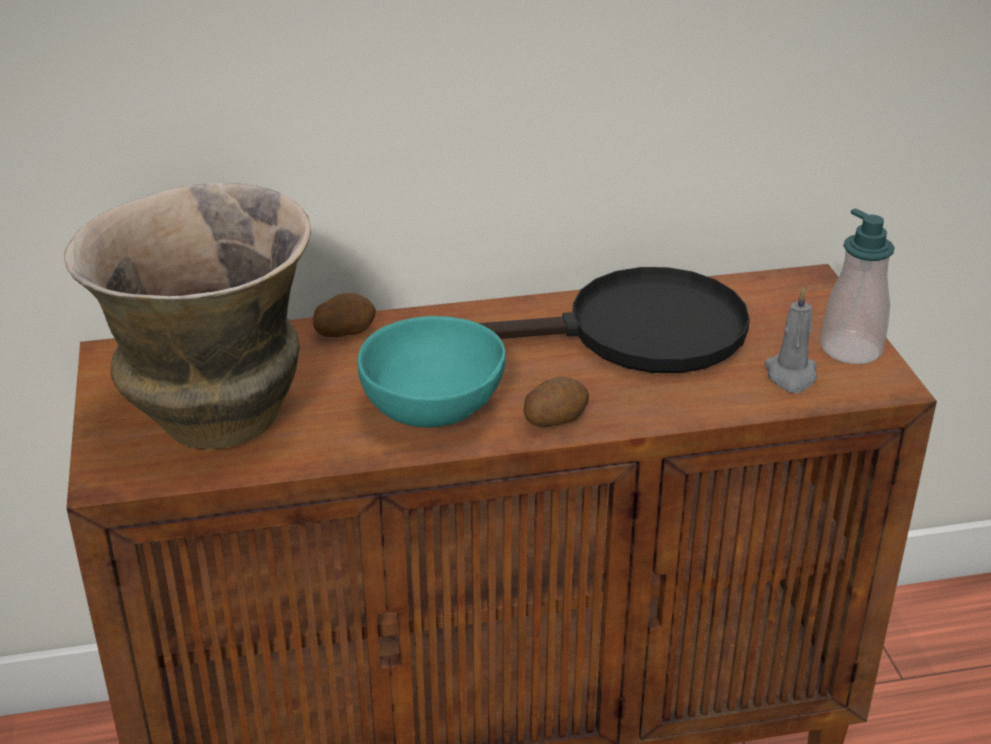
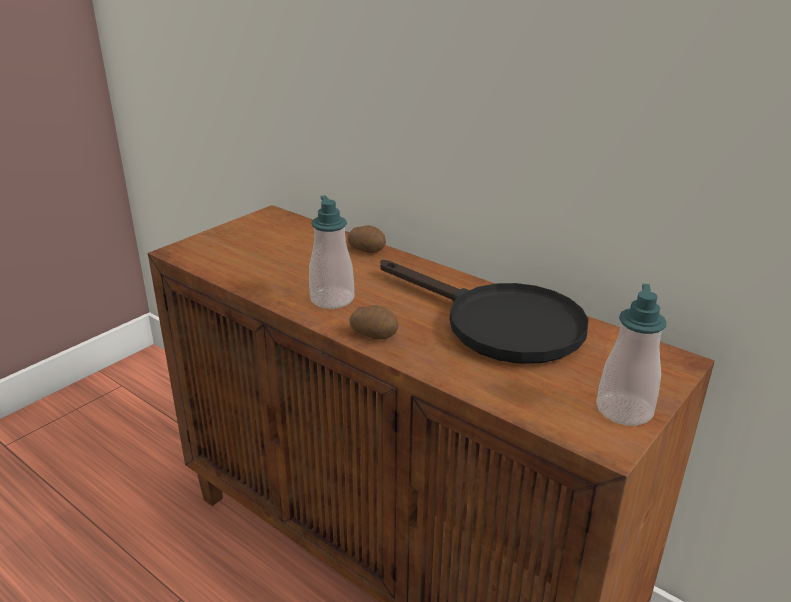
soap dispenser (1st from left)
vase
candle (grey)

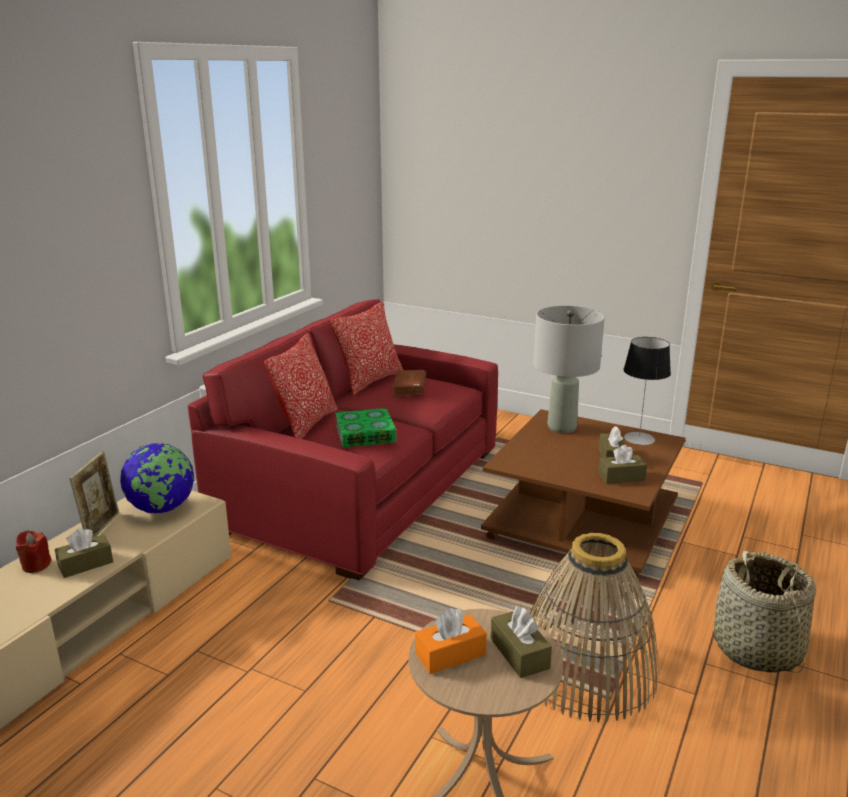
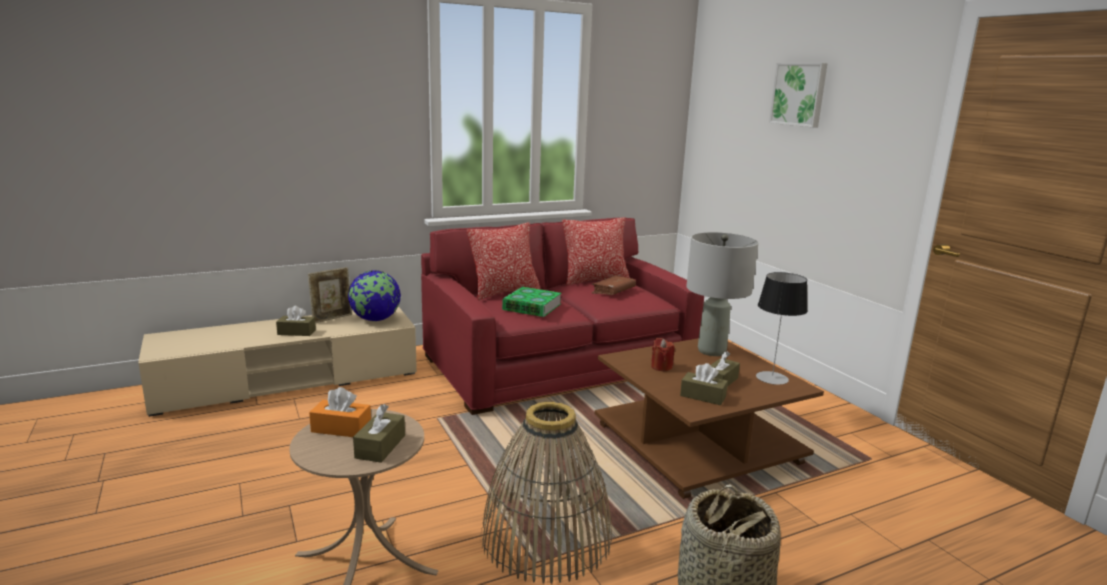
candle (red)
picture

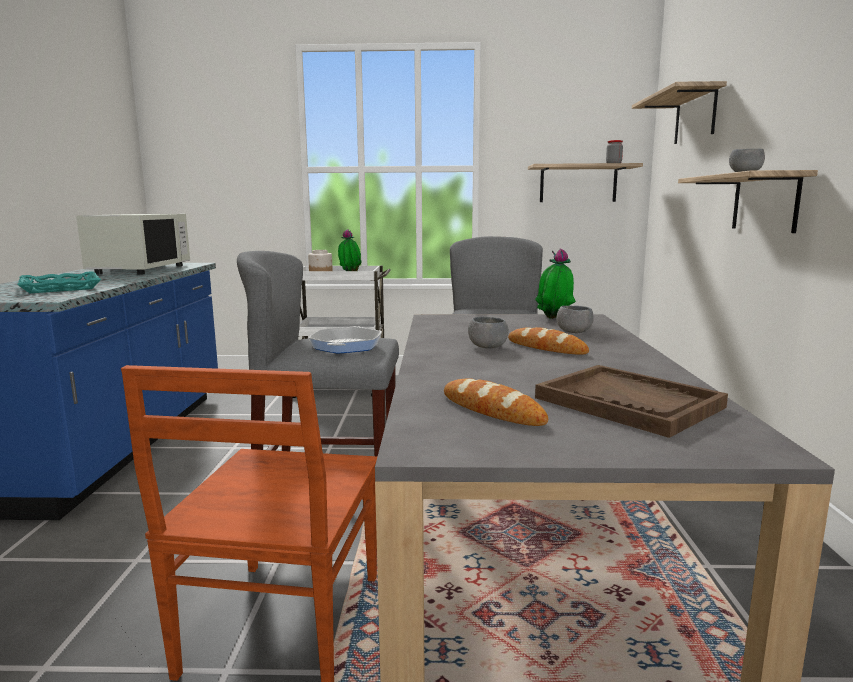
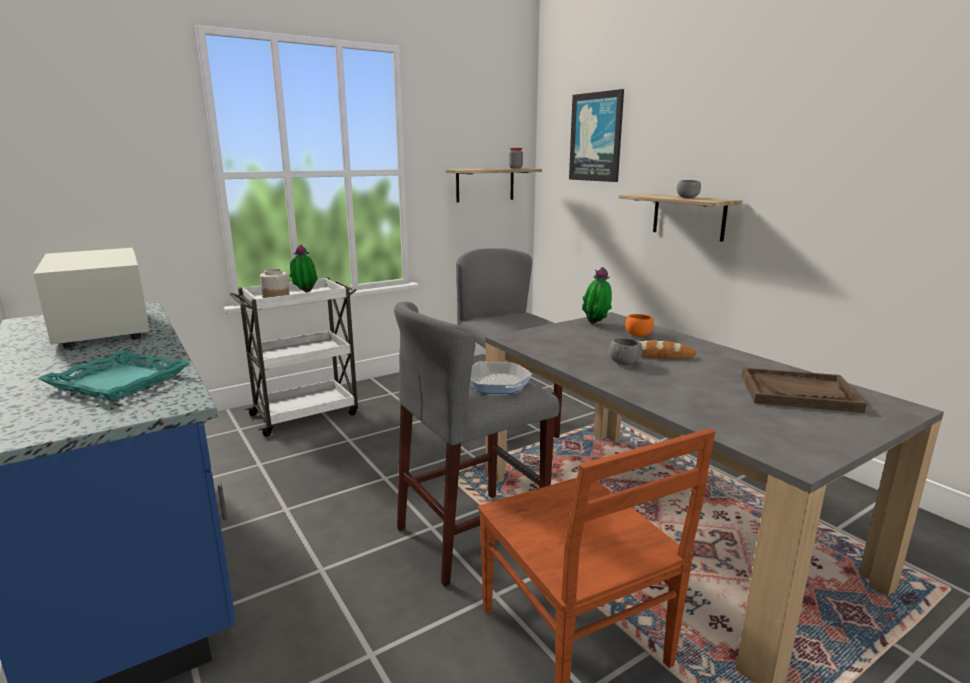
picture
bowl (orange)
bread (1st from left in the first image)

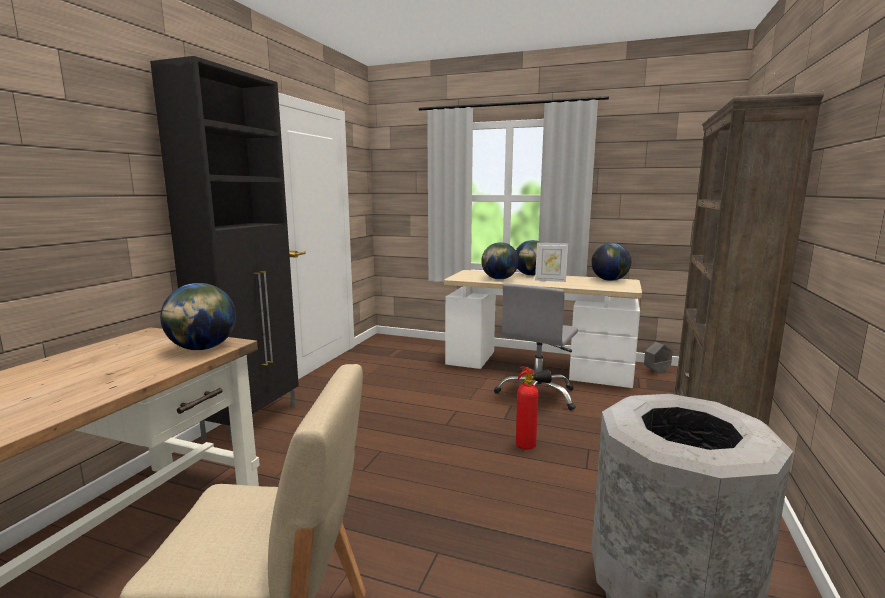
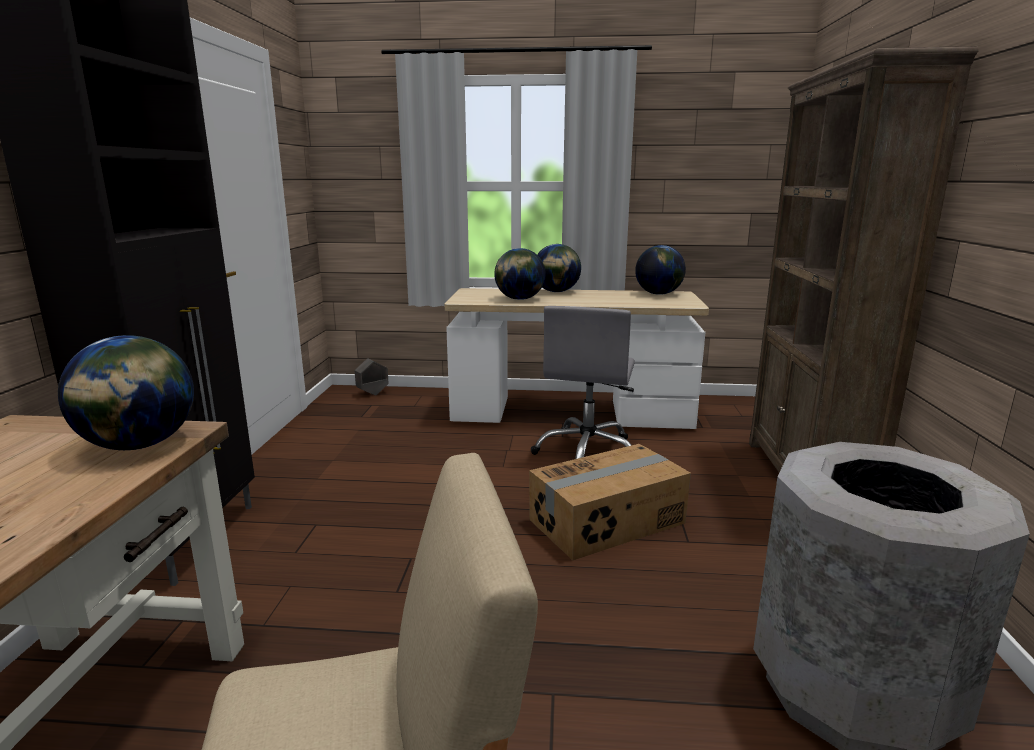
planter (grey)
cardboard box
picture frame

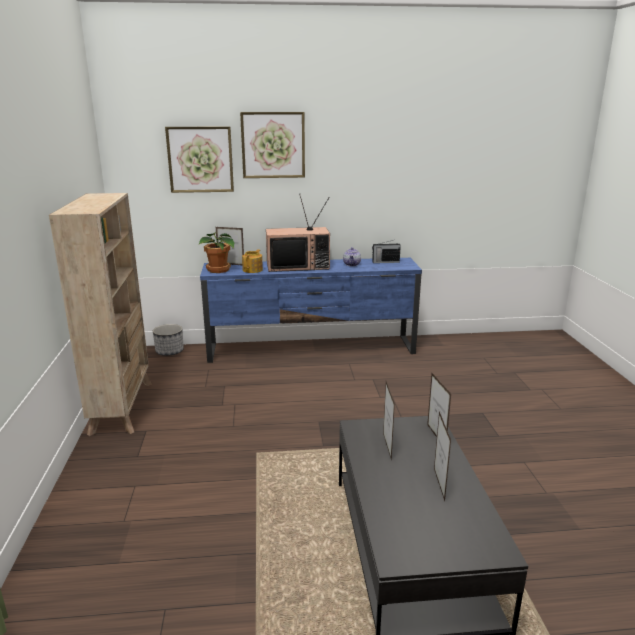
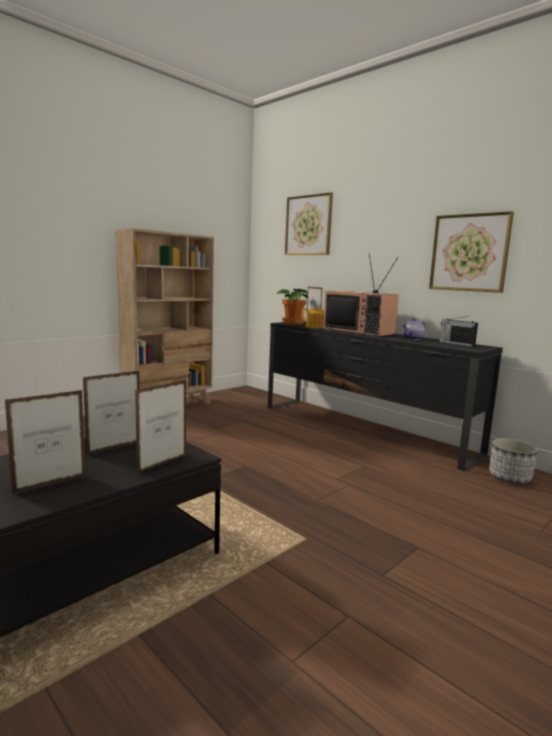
tv stand (black)
picture (2nd from left)
planter

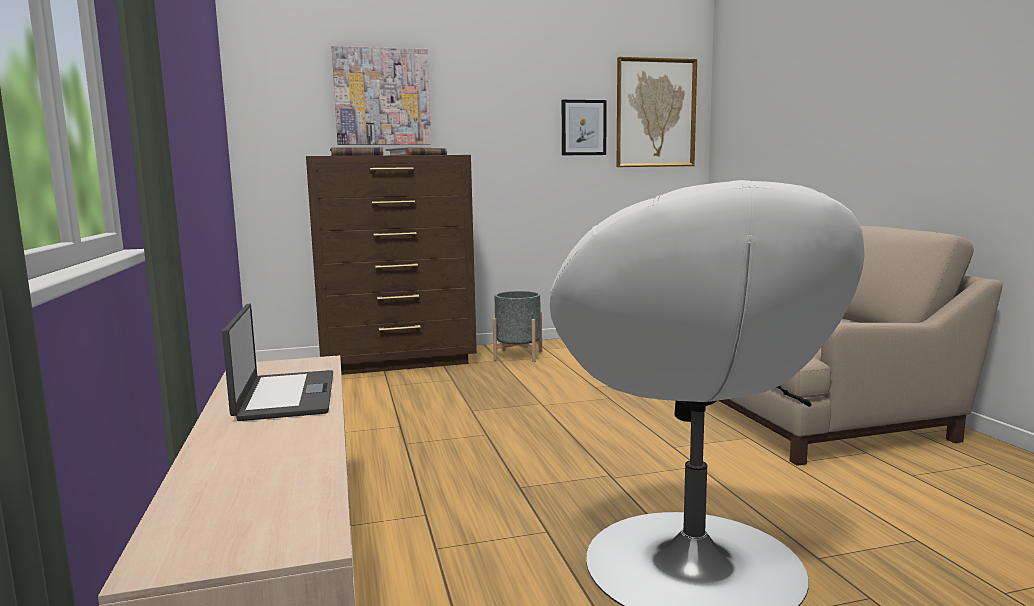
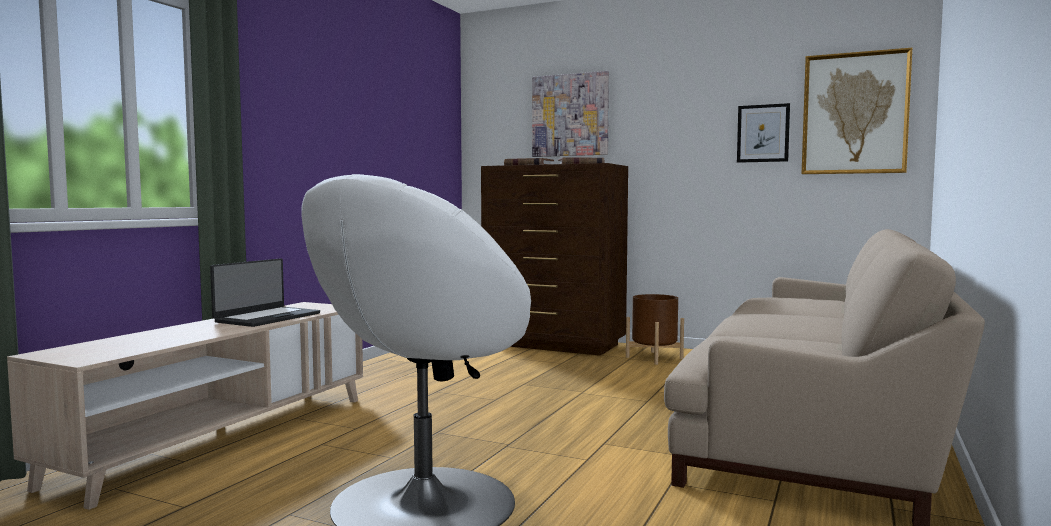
planter (brown)

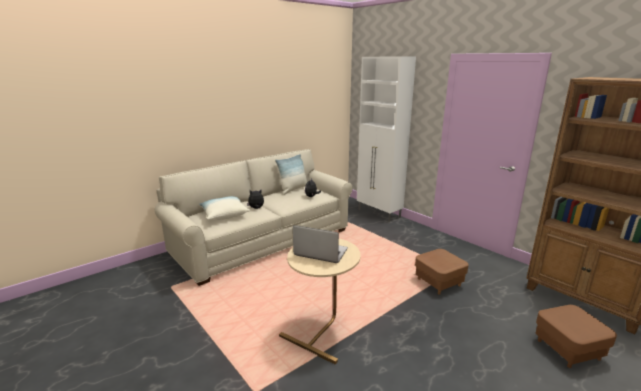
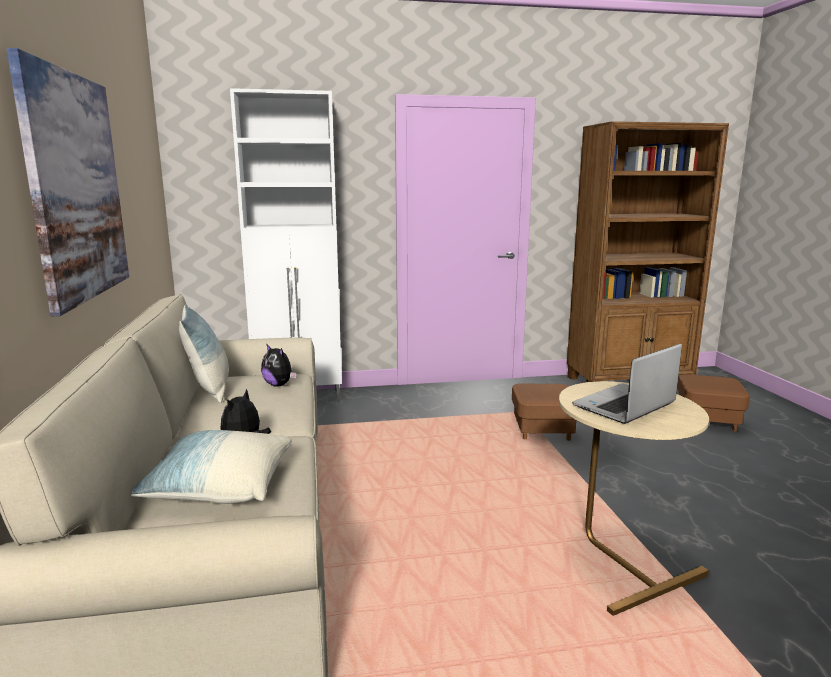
picture

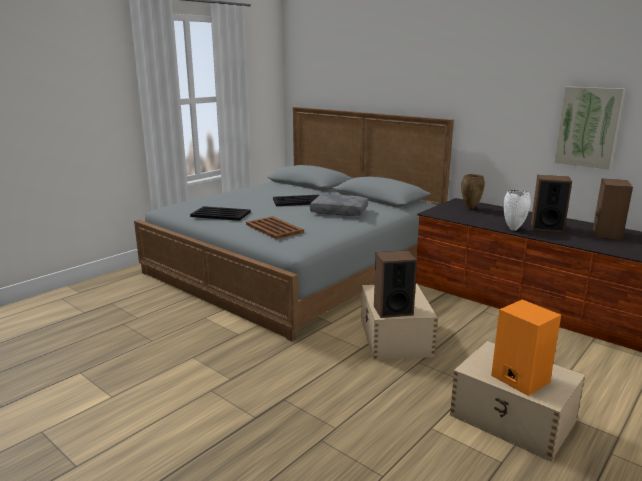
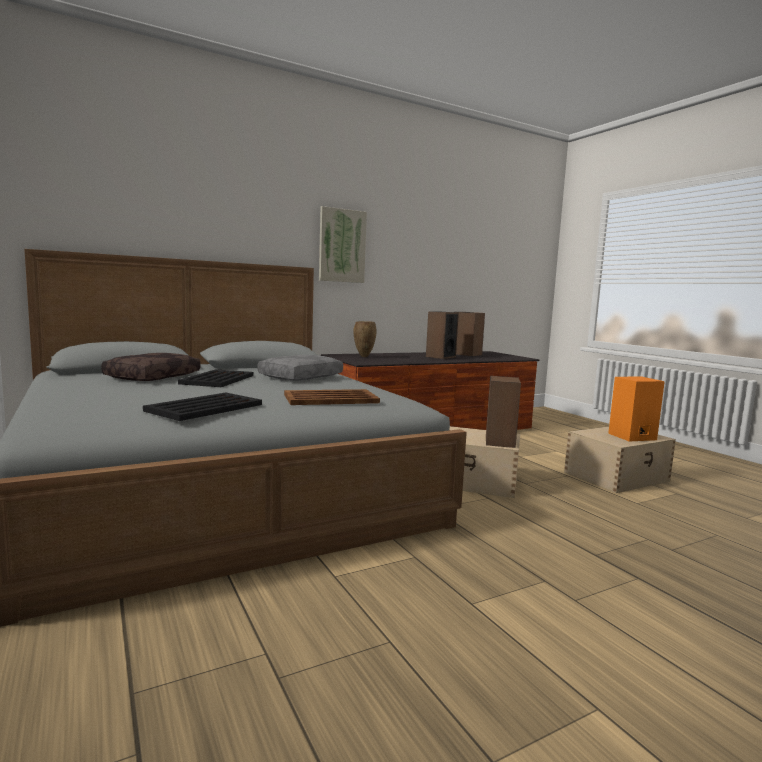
pillow (brown)
picture
vase (white)

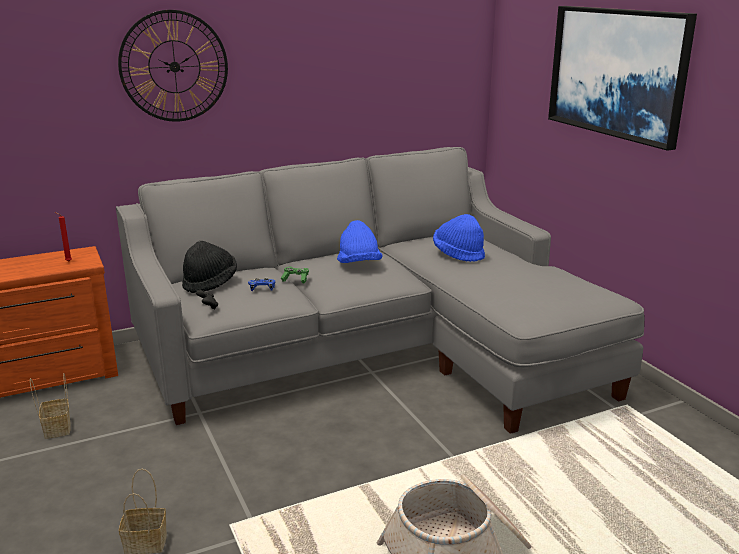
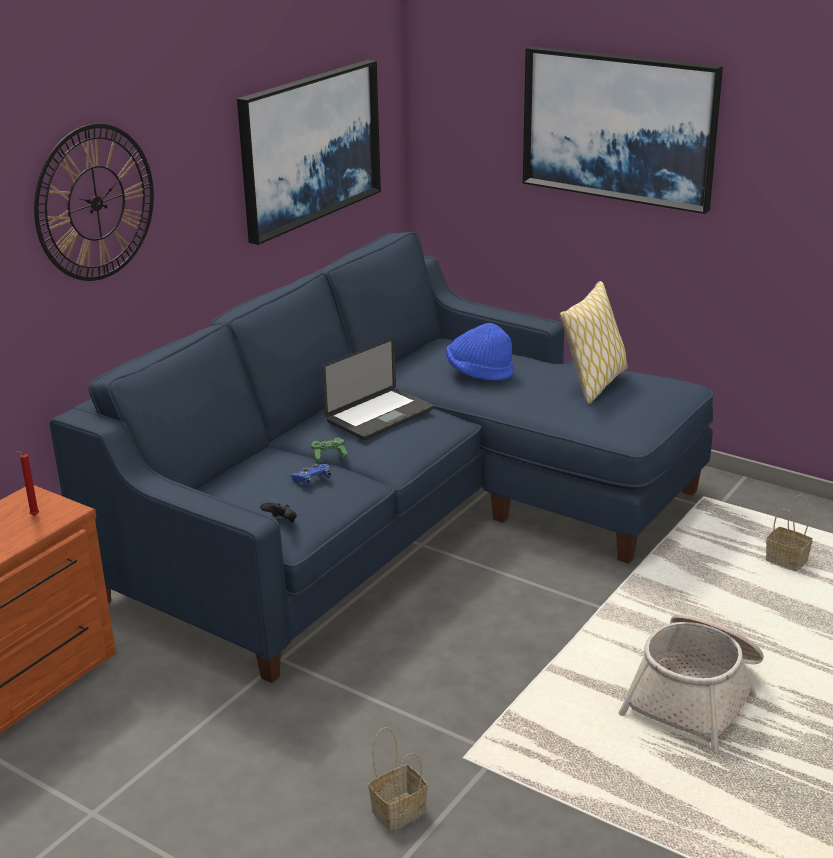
sofa (blue)
picture (1st from left)
laptop
pillow
basket (3rd from left)
hat (black)

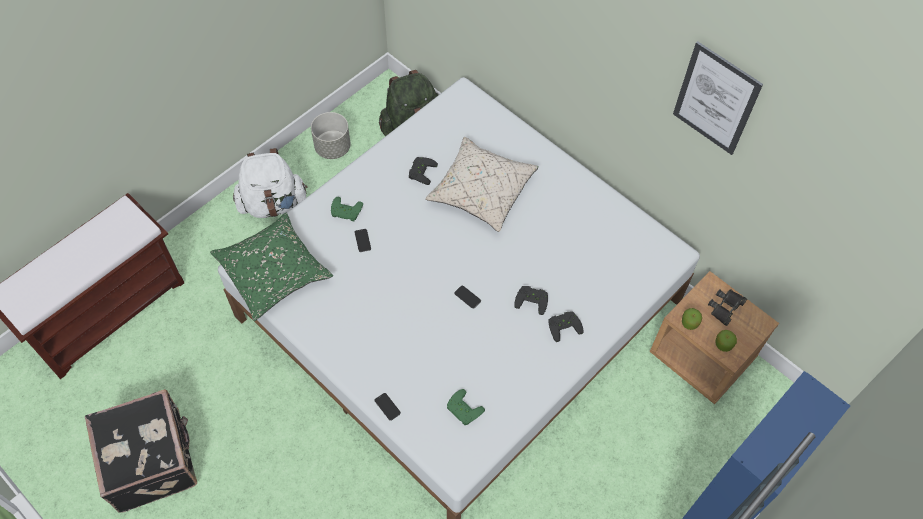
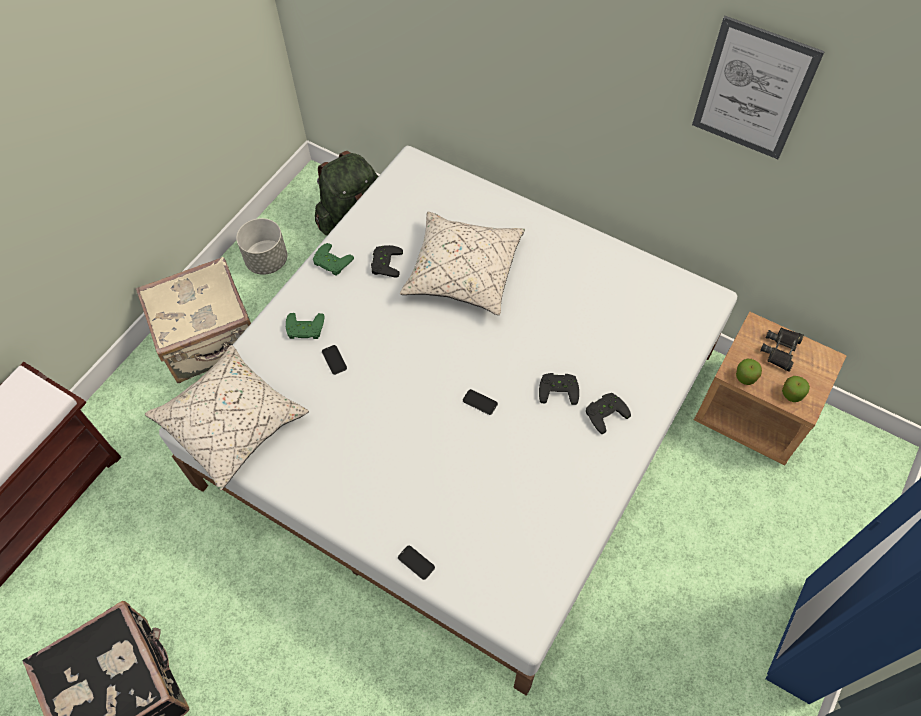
suitcase (beige)
pillow (beige) (1st from left)
game controller (green) (2nd from left)

